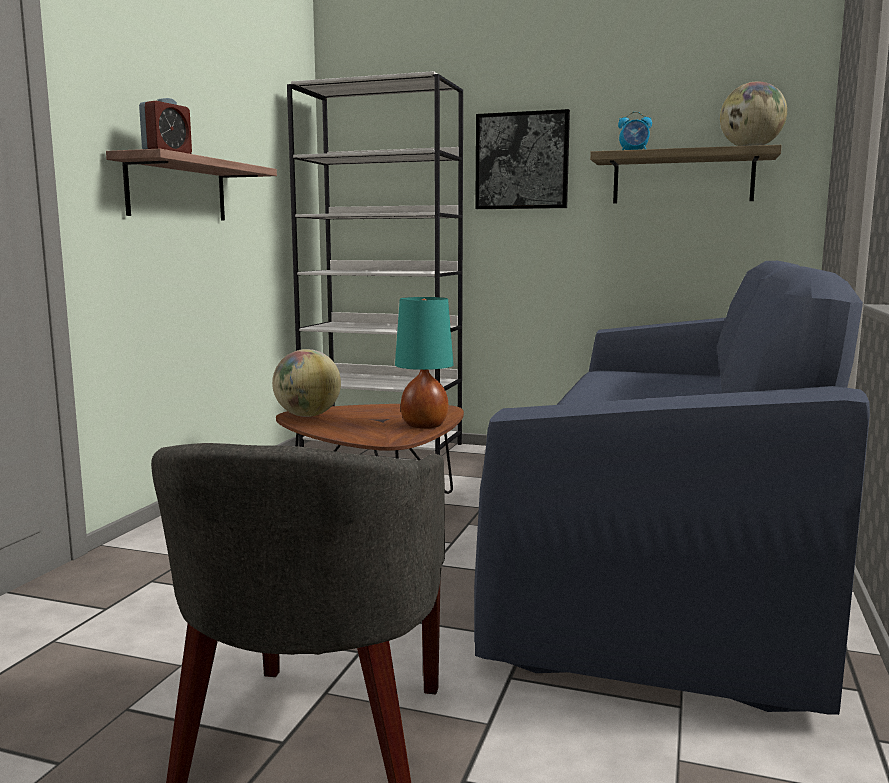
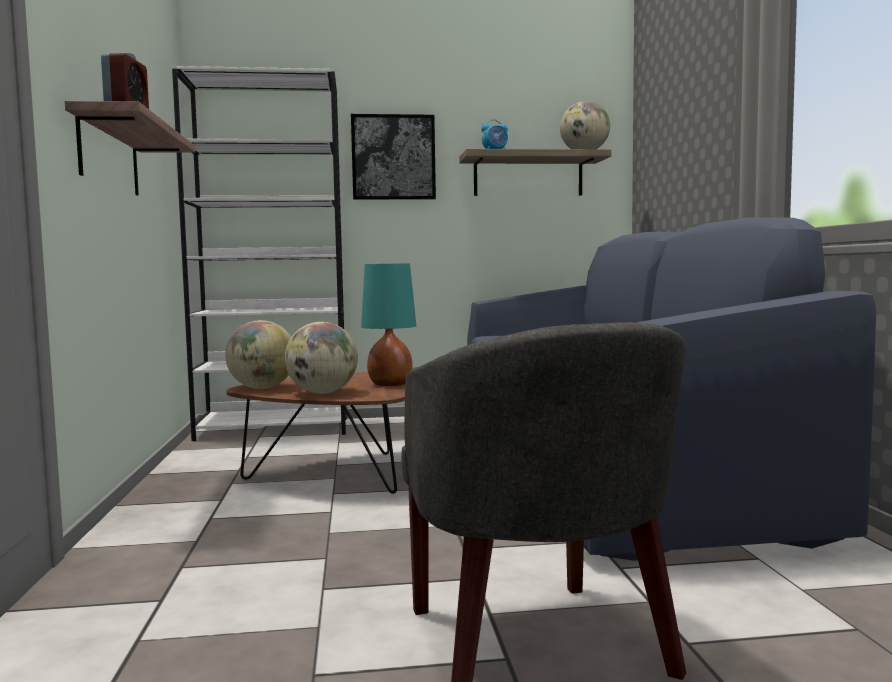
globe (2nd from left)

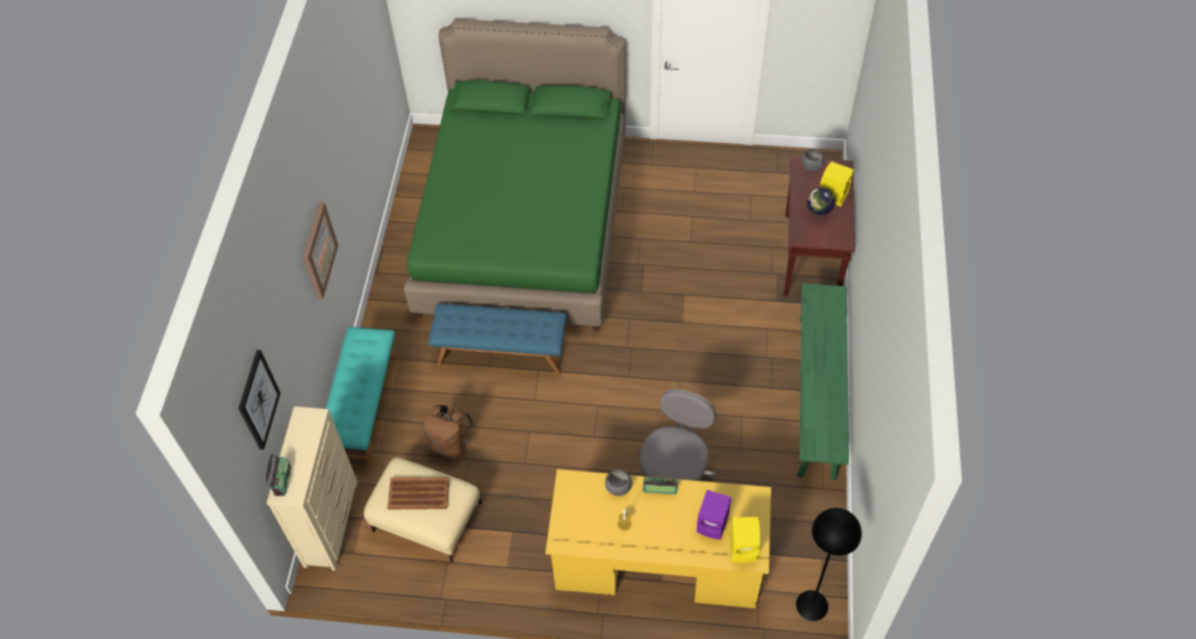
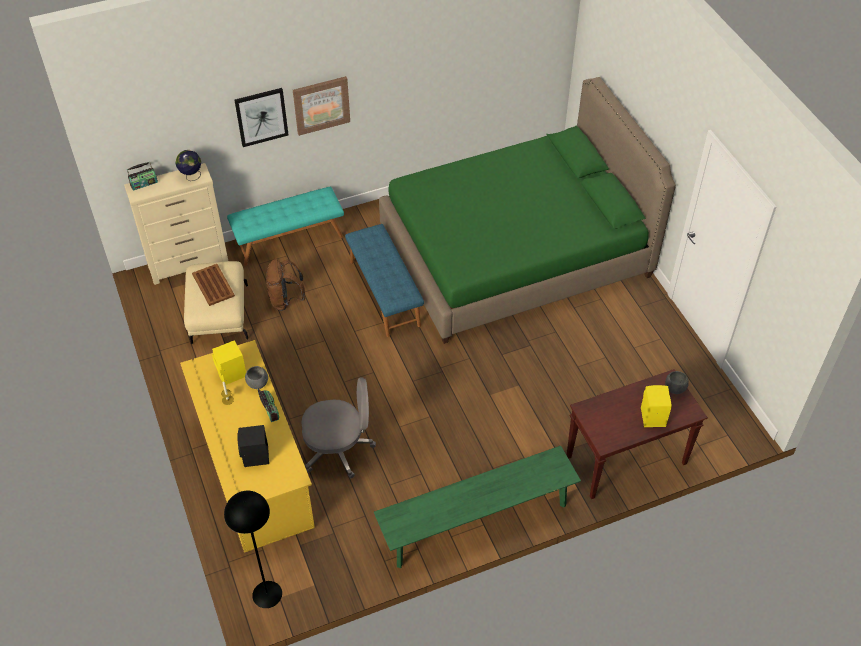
globe
speaker (yellow) (1st from left)
picture (1st from left)
speaker (black)

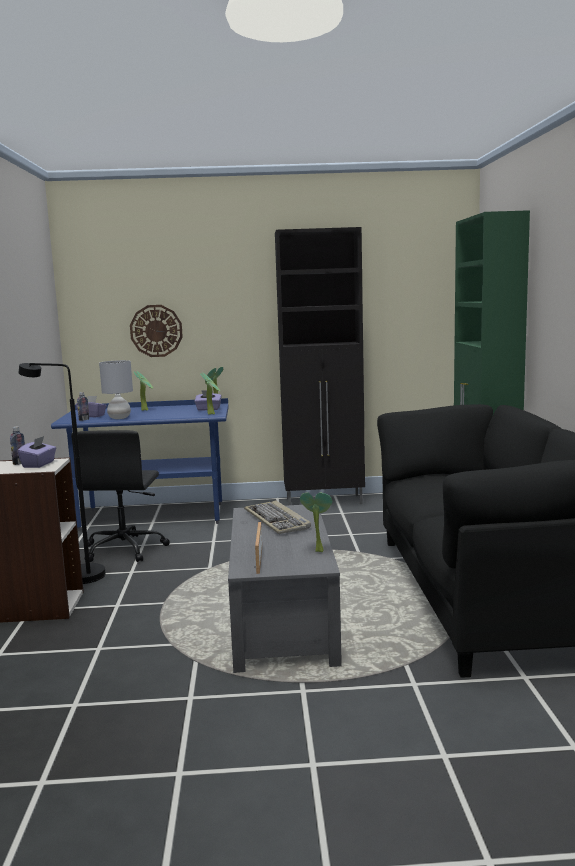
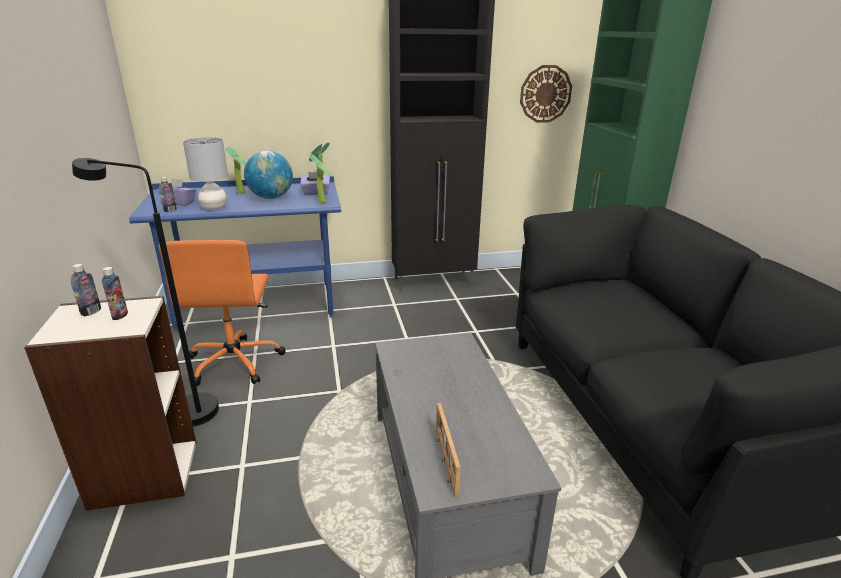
bottle (2nd from left)
office chair (orange)
globe
wall clock
keyboard
potted plant (4th from left in the first image)

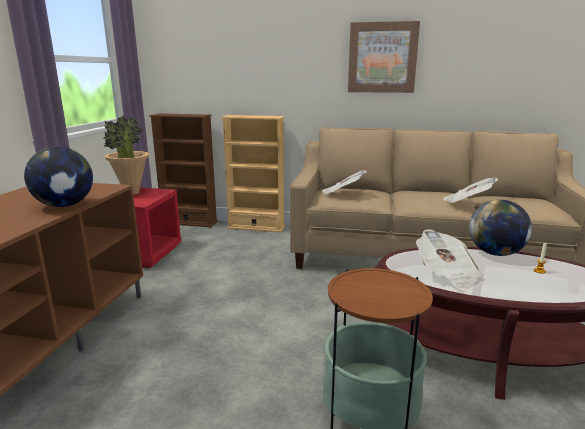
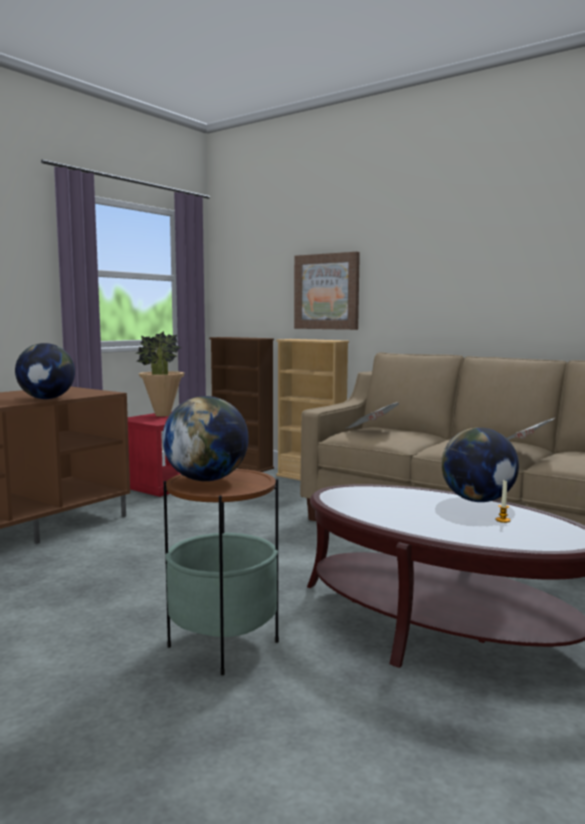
globe (2nd from left)
picture
newspaper (2nd from left in the first image)

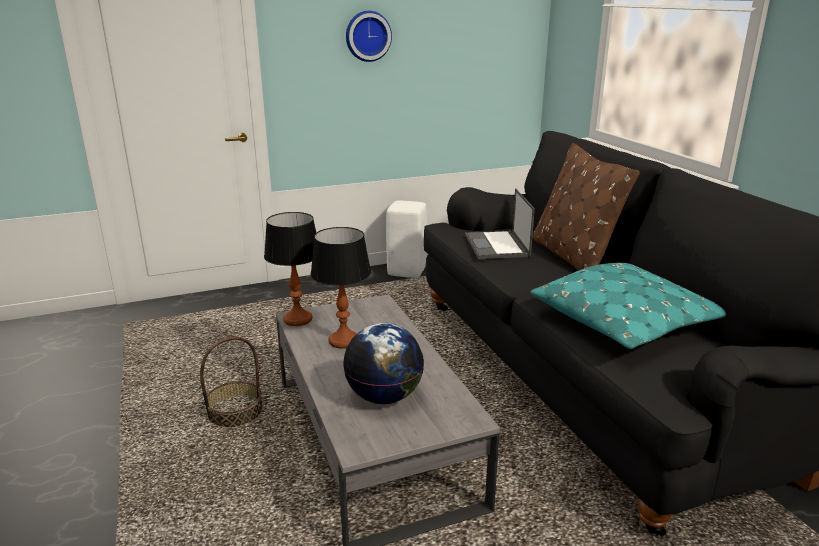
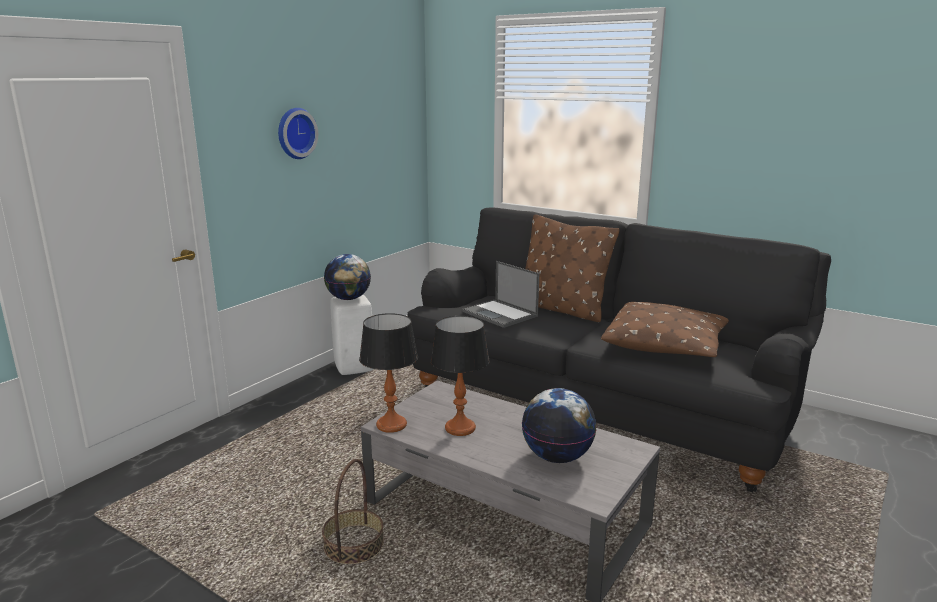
globe (1st from left)
pillow (brown) (2nd from left)

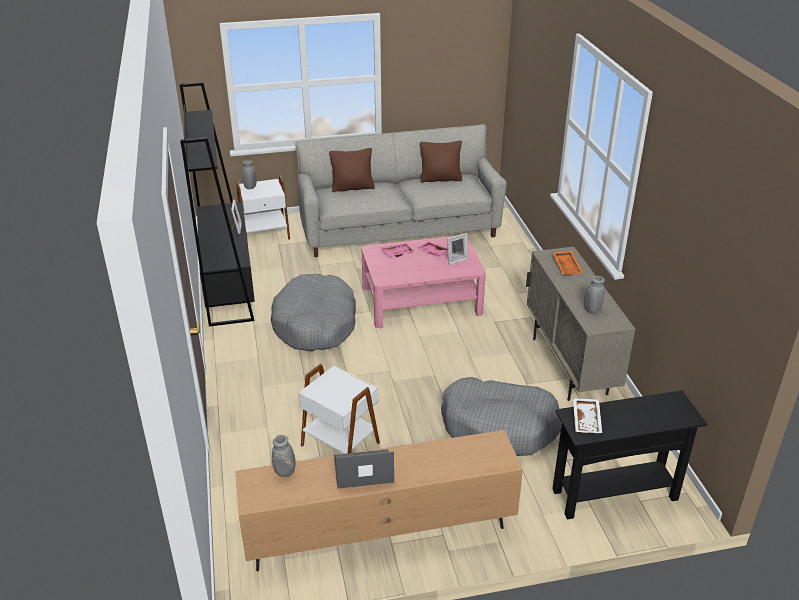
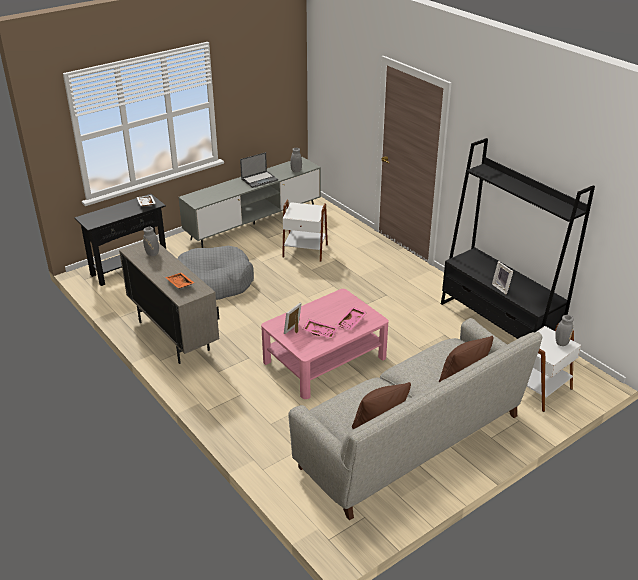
tv stand (grey)
dog bed (grey) (1st from left in the first image)

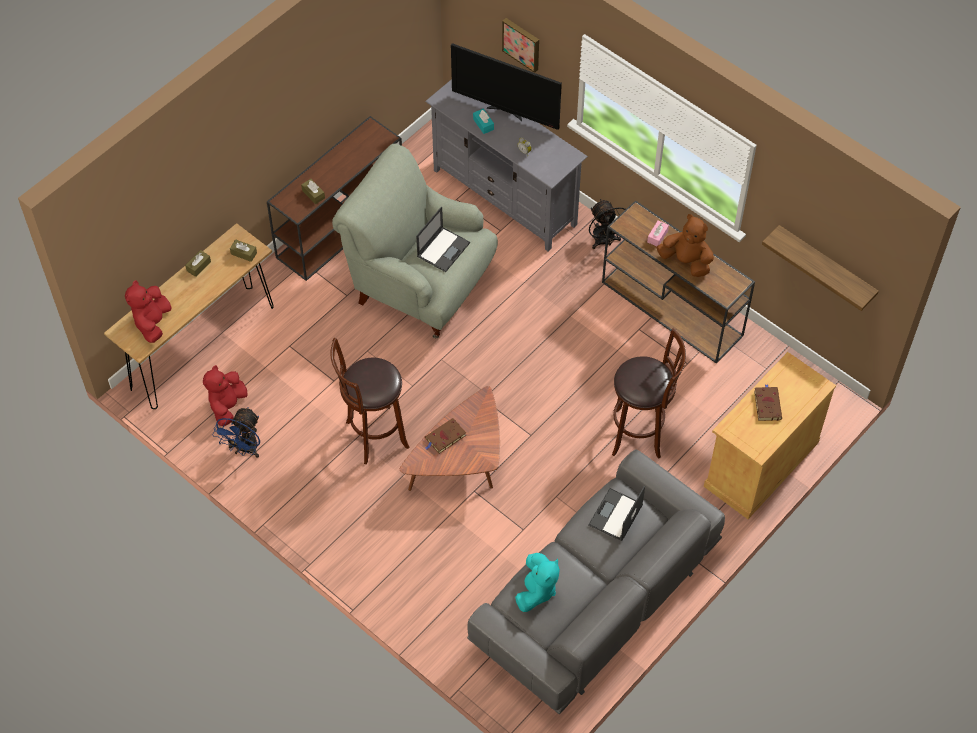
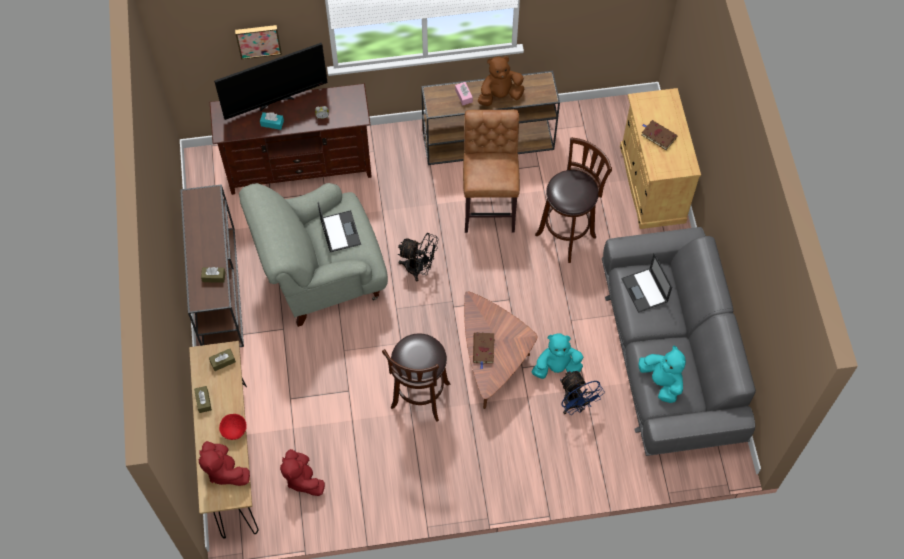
tv stand (brown)
bowl (red)
fan (black)
stool (brown) (2nd from left)
plush toy (turquoise) (1st from left)
fan (blue)
shelf

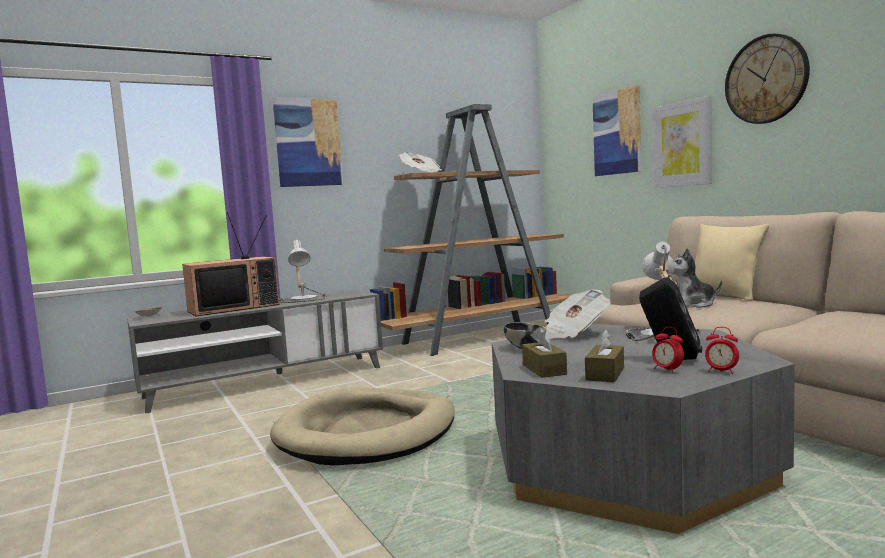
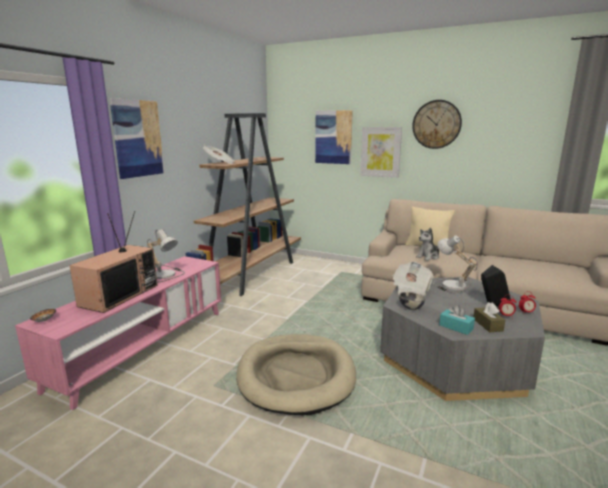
tv stand (pink)
tissue box (turquoise)

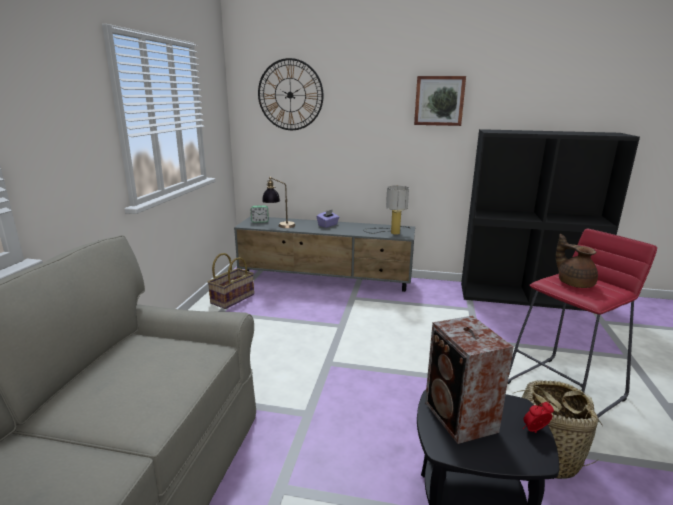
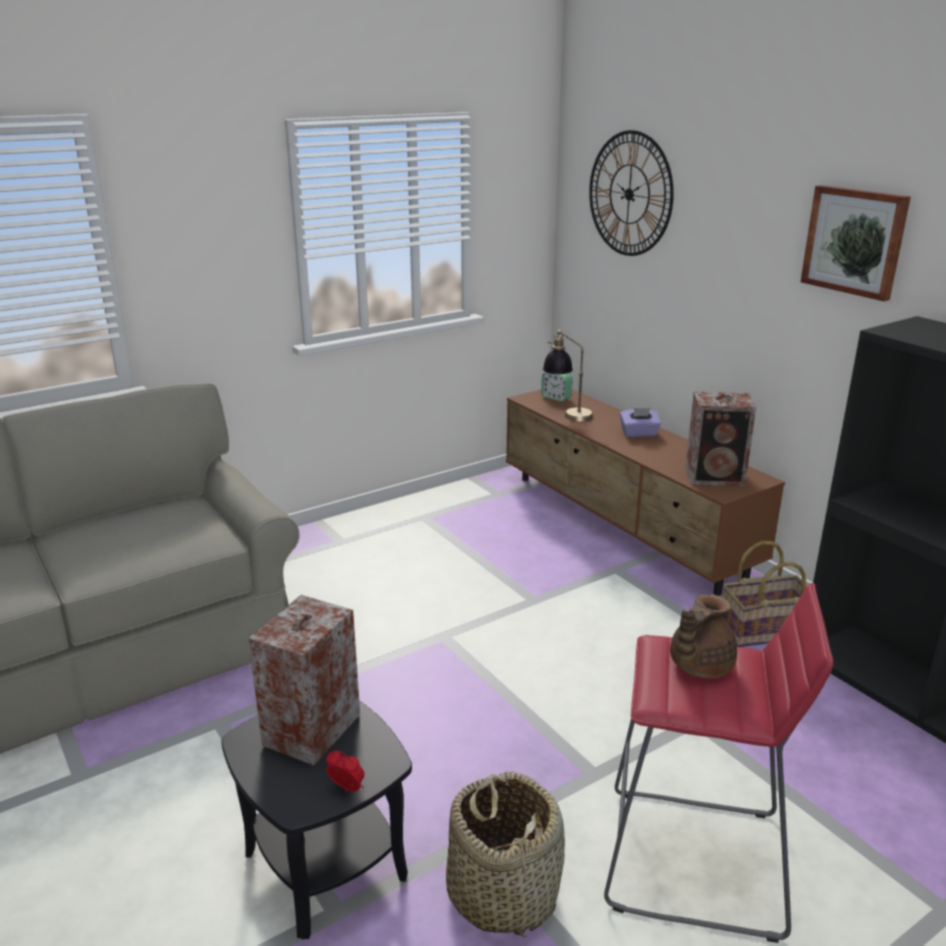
tv stand (brown)
teapot (brown)
speaker (2nd from left)
basket (2nd from left)

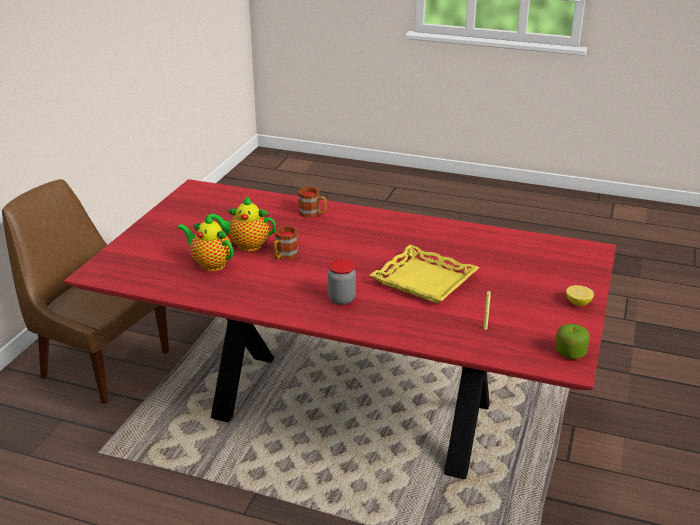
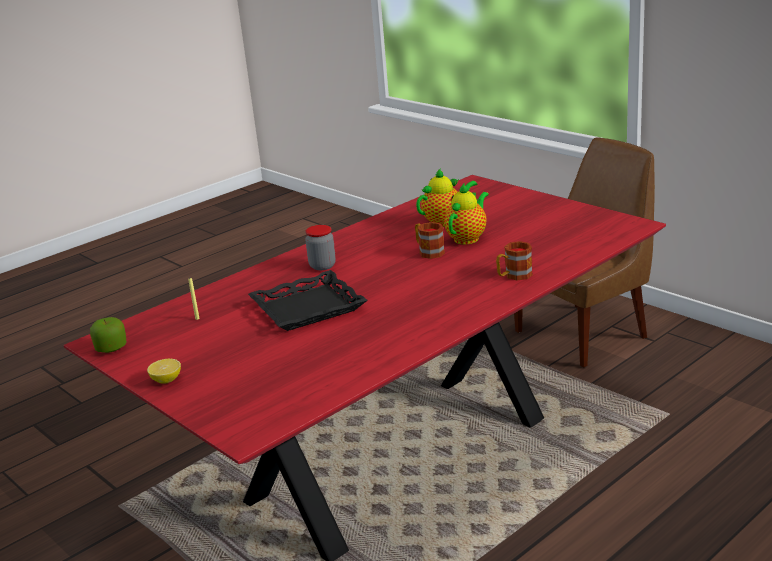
tray (black)

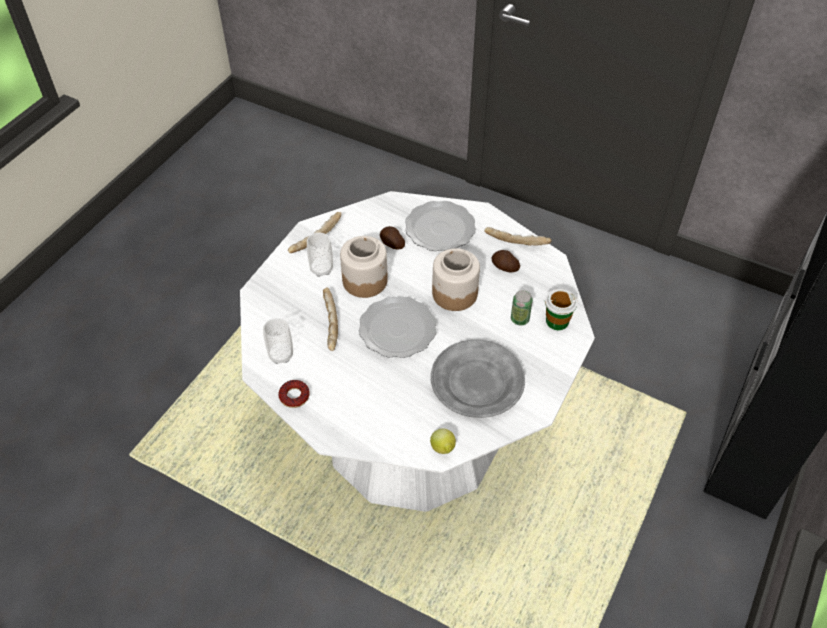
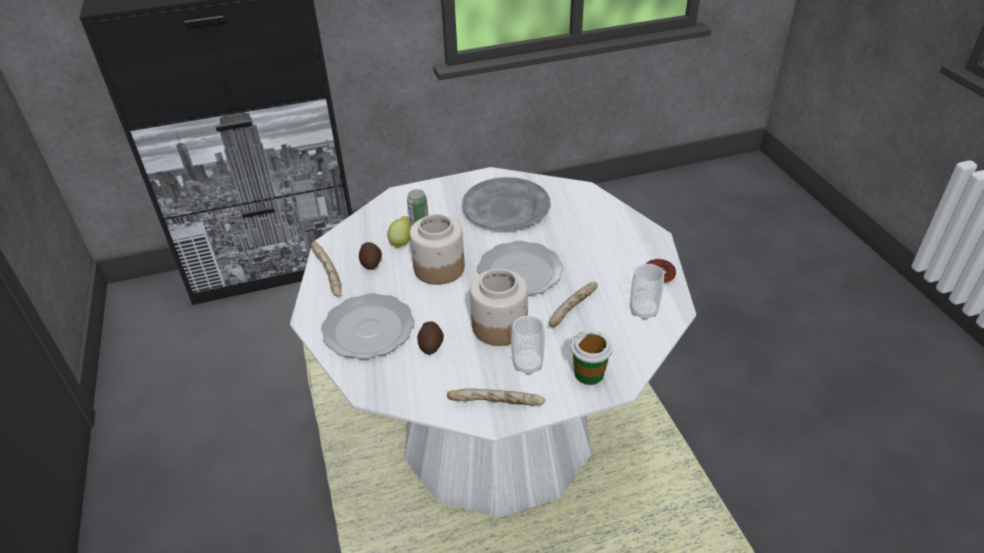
lemon
cup (2nd from left)

